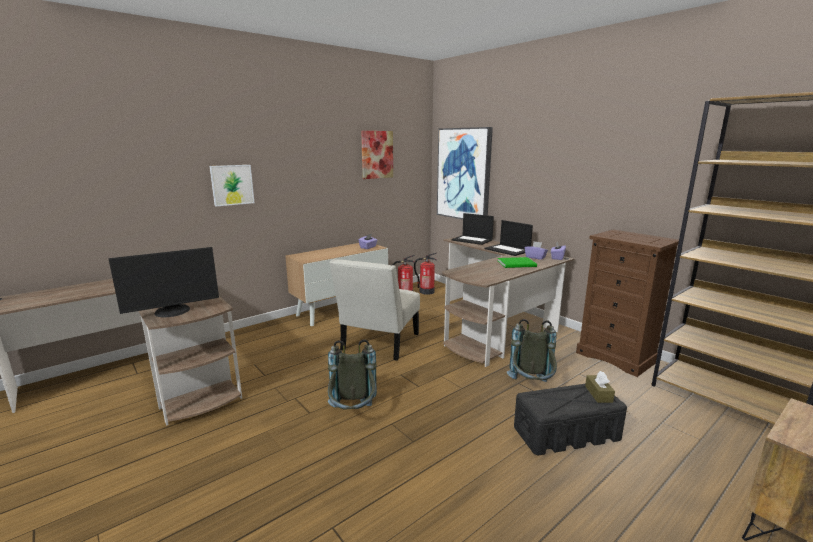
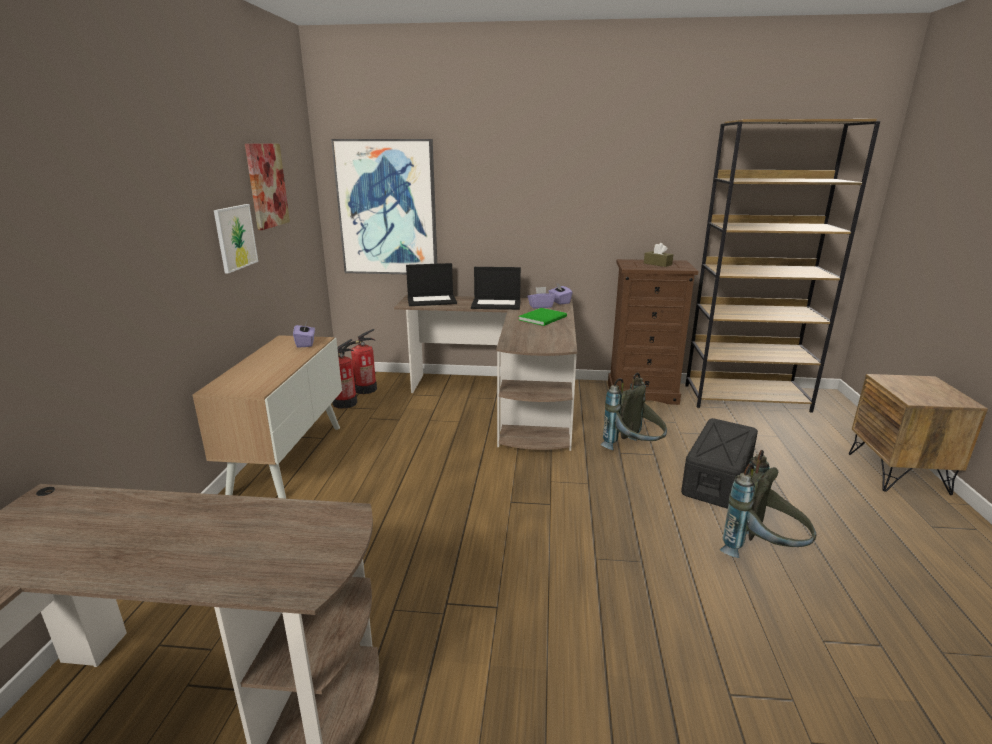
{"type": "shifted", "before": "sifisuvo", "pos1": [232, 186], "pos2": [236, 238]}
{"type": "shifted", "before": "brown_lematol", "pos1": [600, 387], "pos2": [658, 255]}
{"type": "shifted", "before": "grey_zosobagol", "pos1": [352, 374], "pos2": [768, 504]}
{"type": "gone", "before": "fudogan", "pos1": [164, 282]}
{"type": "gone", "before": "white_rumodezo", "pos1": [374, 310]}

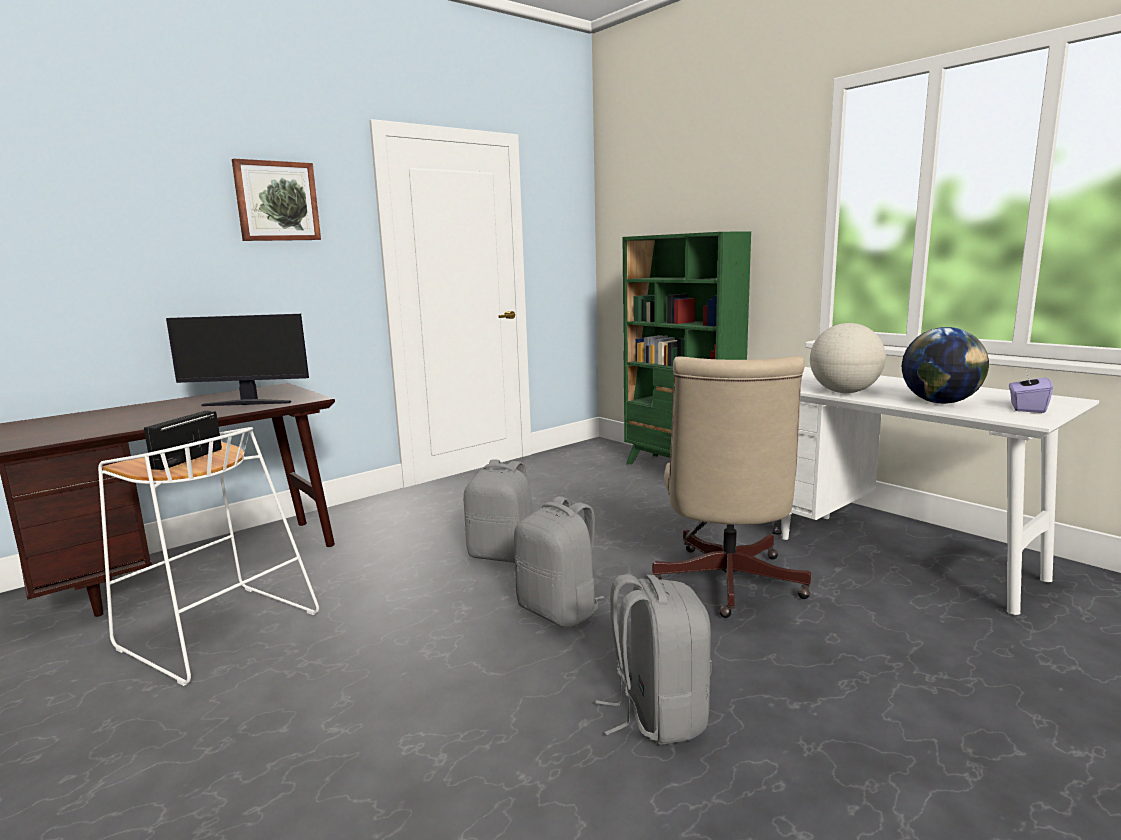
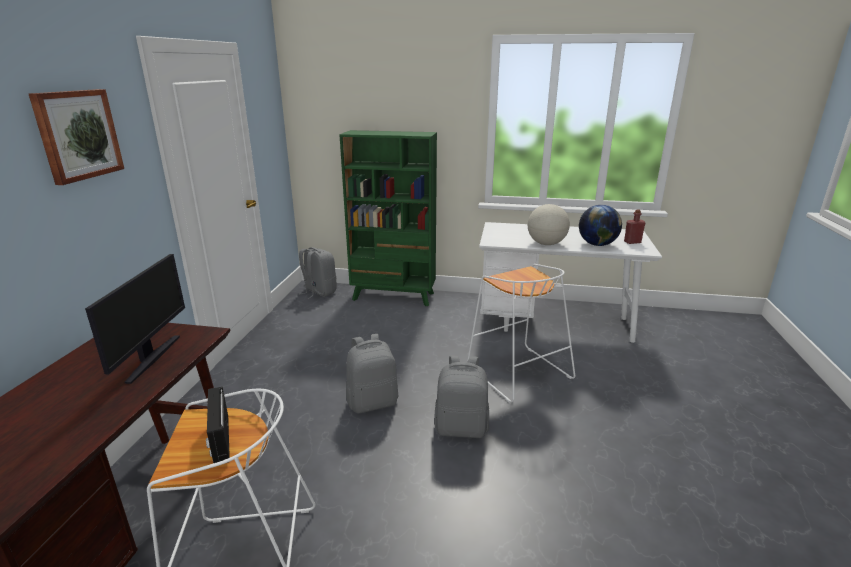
{"type": "rotated", "before": "fudogan", "pos1": [237, 360], "pos2": [135, 319], "turn": -45}
{"type": "shifted", "before": "grey_zosobagol", "pos1": [654, 659], "pos2": [318, 273]}
{"type": "swapped", "before": "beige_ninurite", "after": "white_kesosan", "pos1": [731, 487], "pos2": [521, 333]}
{"type": "swapped", "before": "purple_lematol", "after": "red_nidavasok", "pos1": [1031, 391], "pos2": [634, 227]}

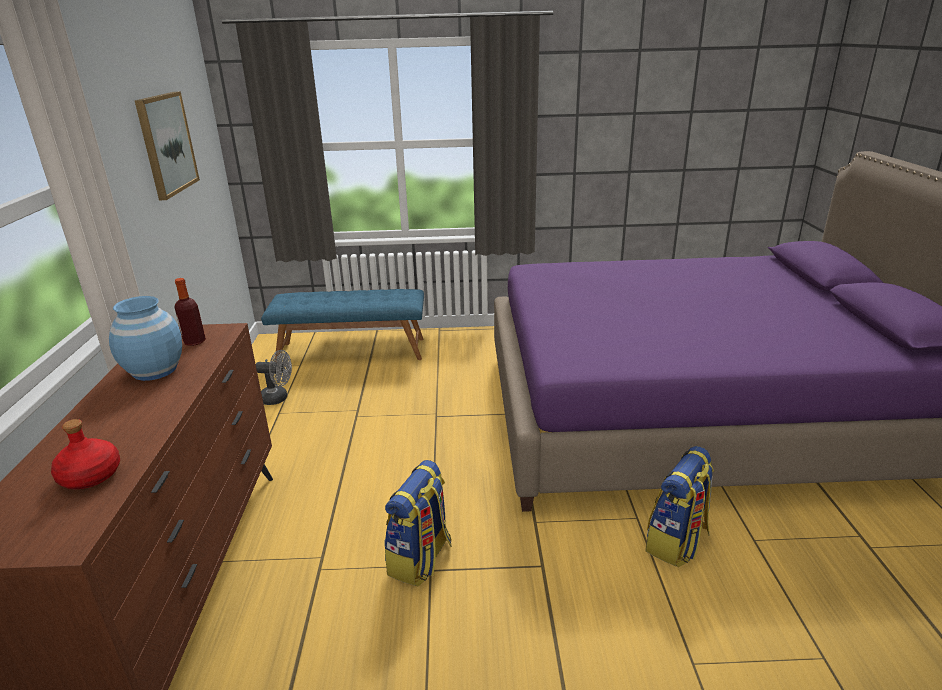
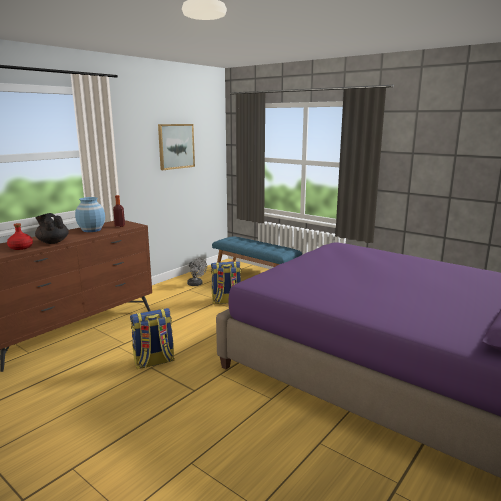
{"type": "new", "after": "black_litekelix", "pos2": [52, 228]}
{"type": "shifted", "before": "zosobagol", "pos1": [679, 506], "pos2": [226, 282]}

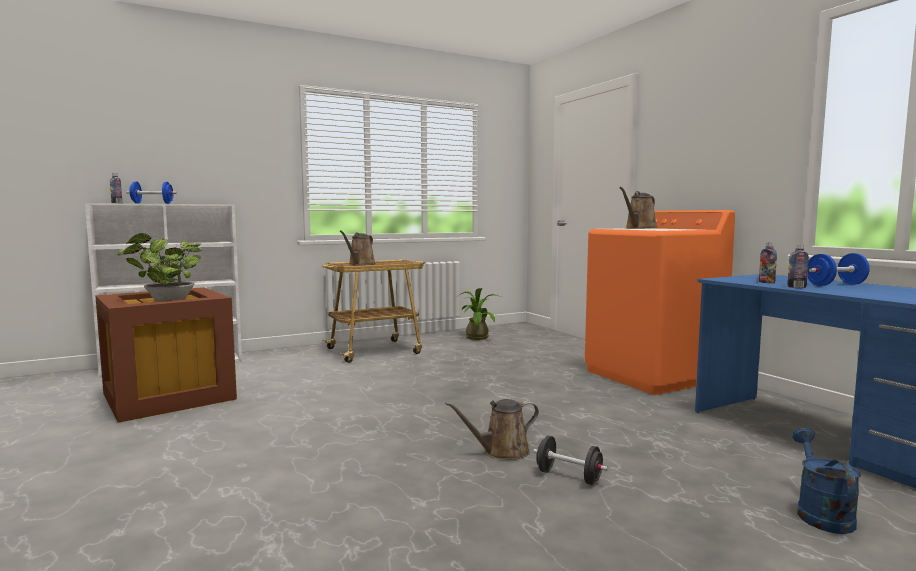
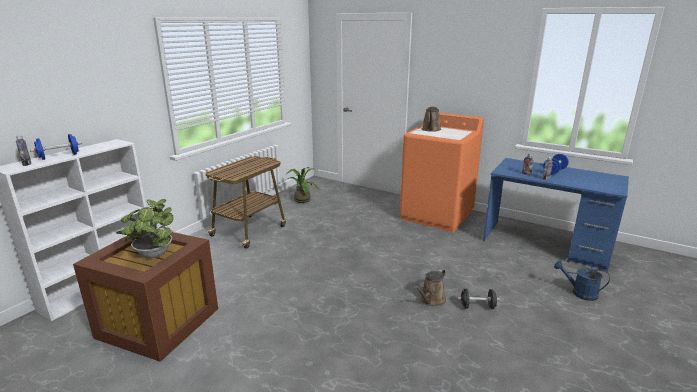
{"type": "rotated", "before": "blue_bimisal", "pos1": [826, 481], "pos2": [582, 281], "turn": -45}
{"type": "gone", "before": "brown_bimisal", "pos1": [358, 248]}

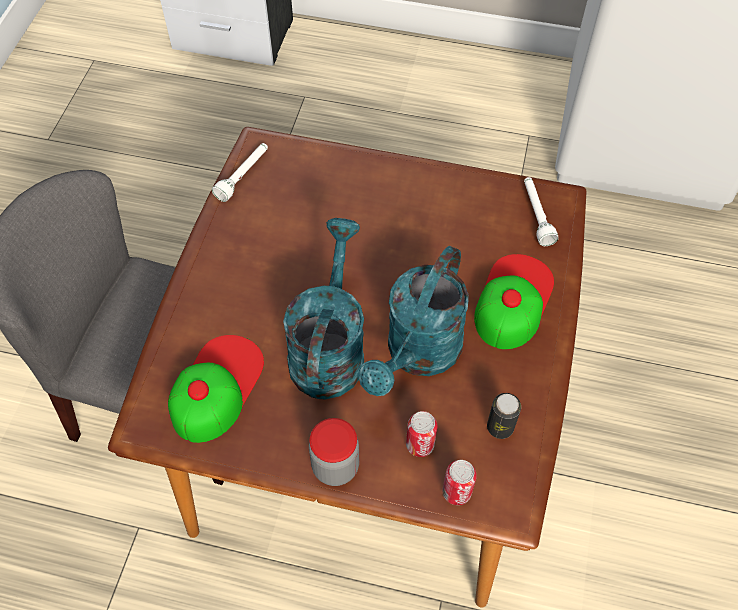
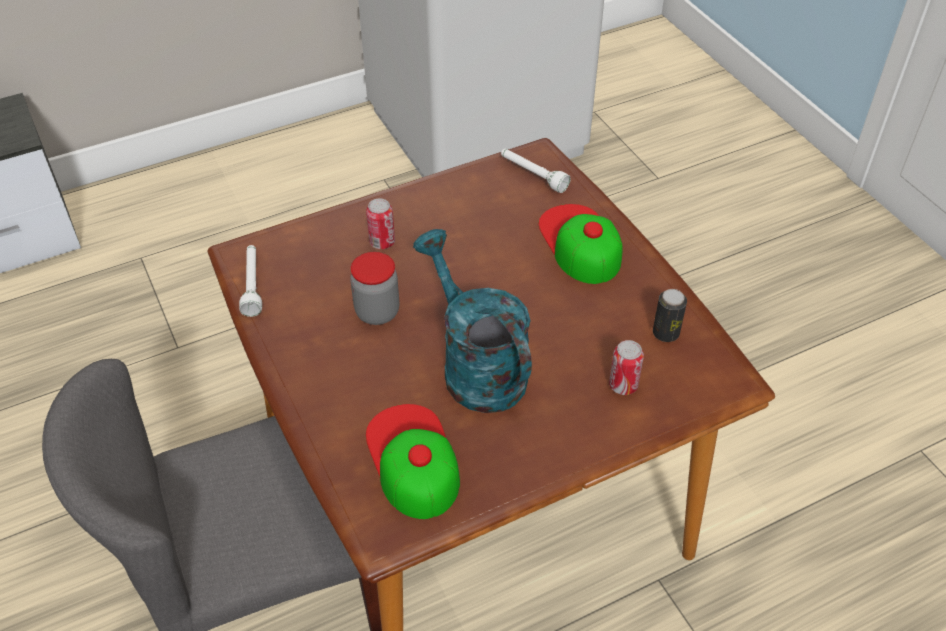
{"type": "shifted", "before": "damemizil", "pos1": [334, 452], "pos2": [375, 288]}
{"type": "shifted", "before": "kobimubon", "pos1": [459, 482], "pos2": [380, 223]}
{"type": "gone", "before": "turquoise_bimisal", "pos1": [414, 321]}

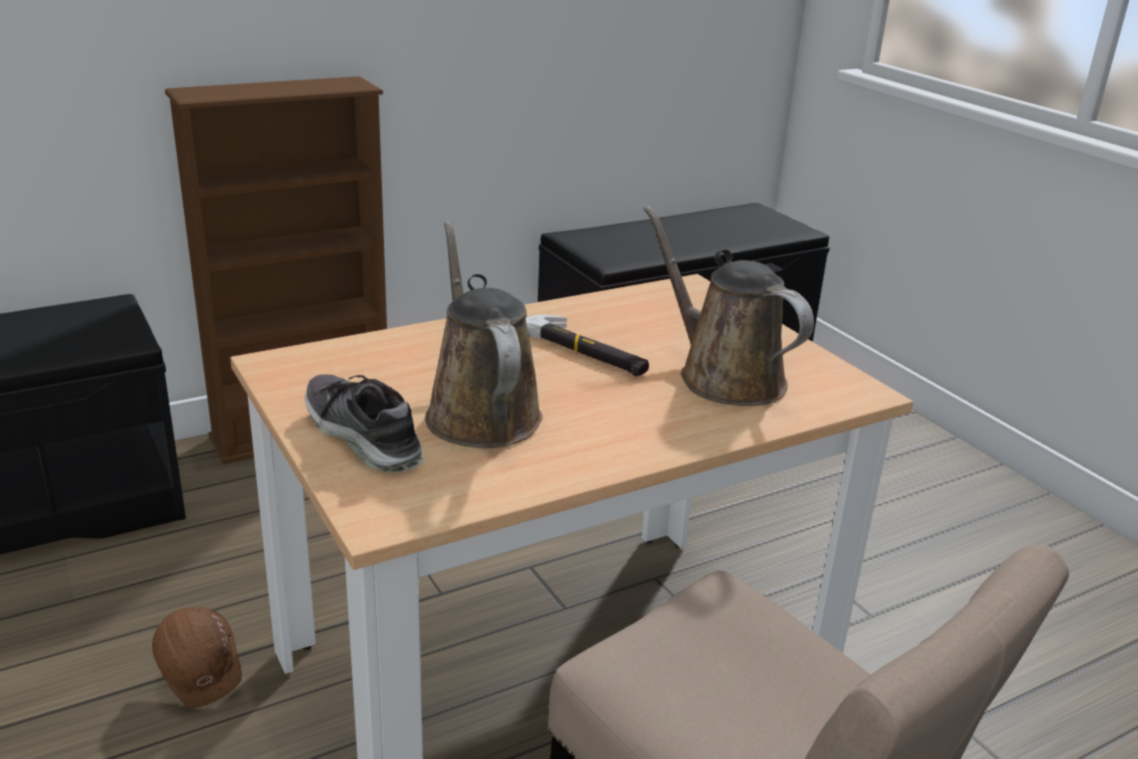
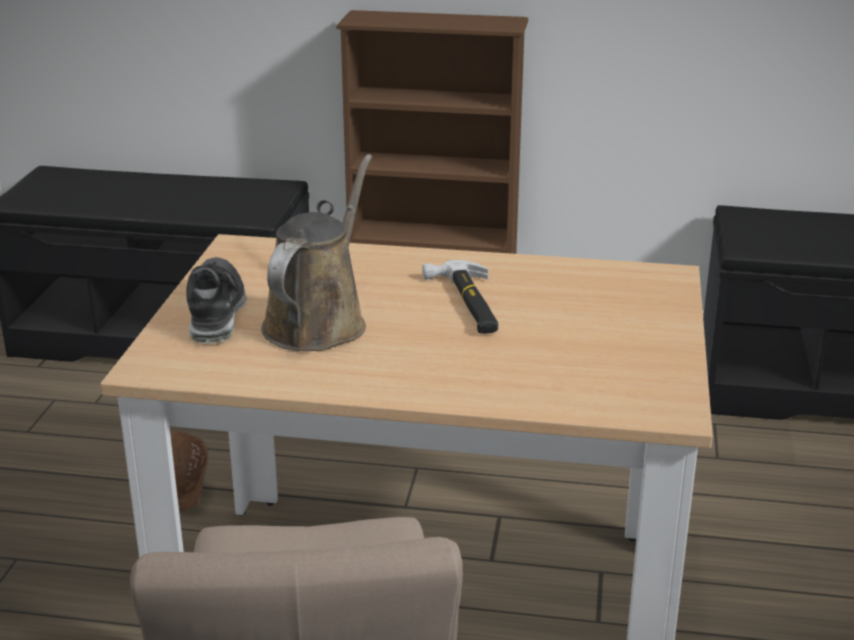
{"type": "gone", "before": "brown_bimisal", "pos1": [729, 306]}

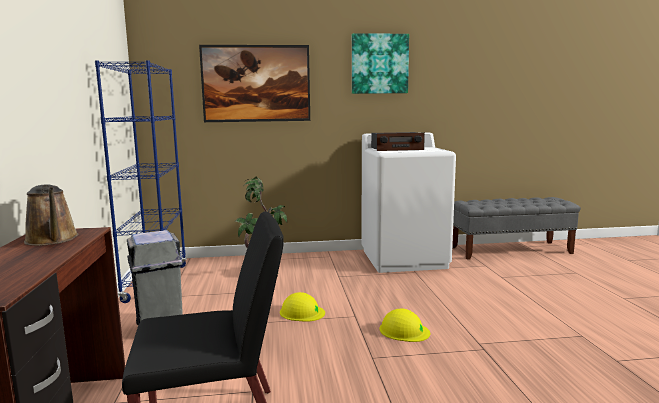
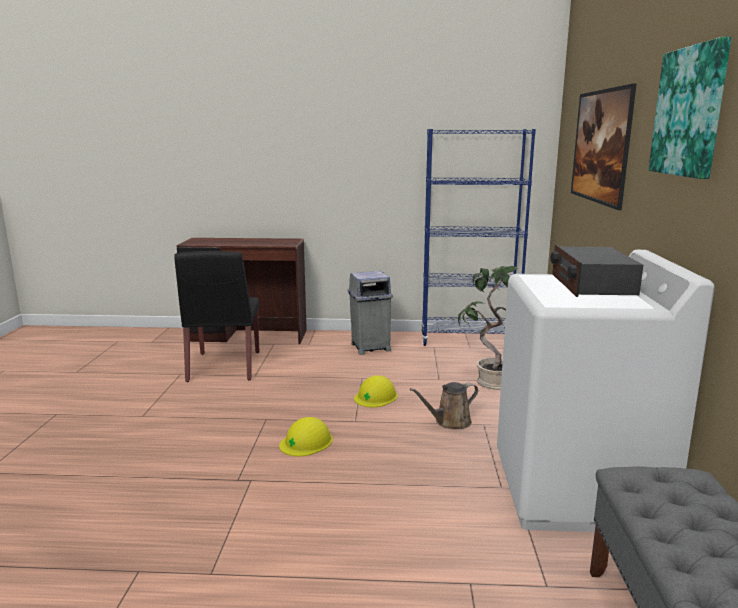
{"type": "shifted", "before": "brown_bimisal", "pos1": [51, 215], "pos2": [444, 405]}

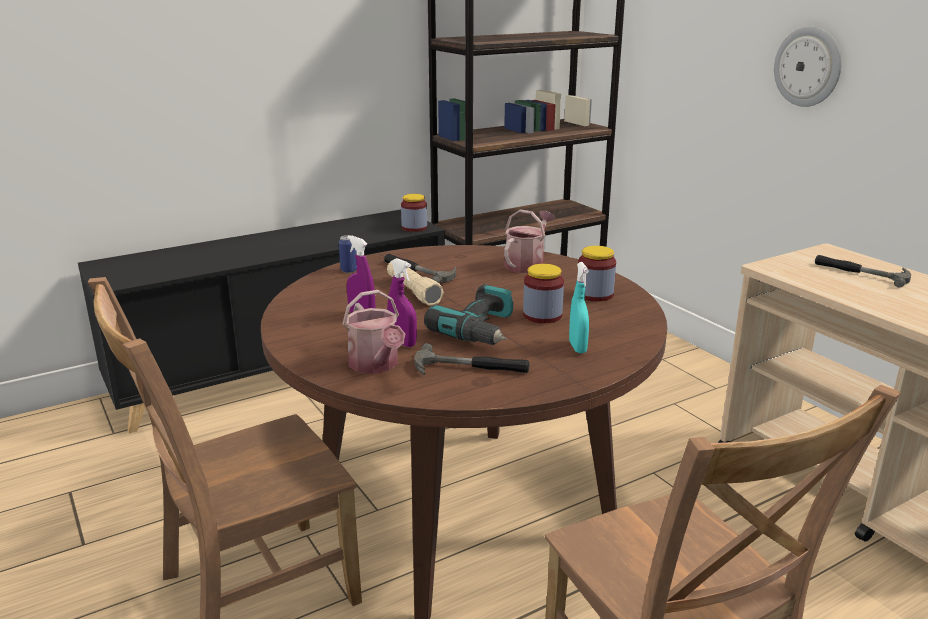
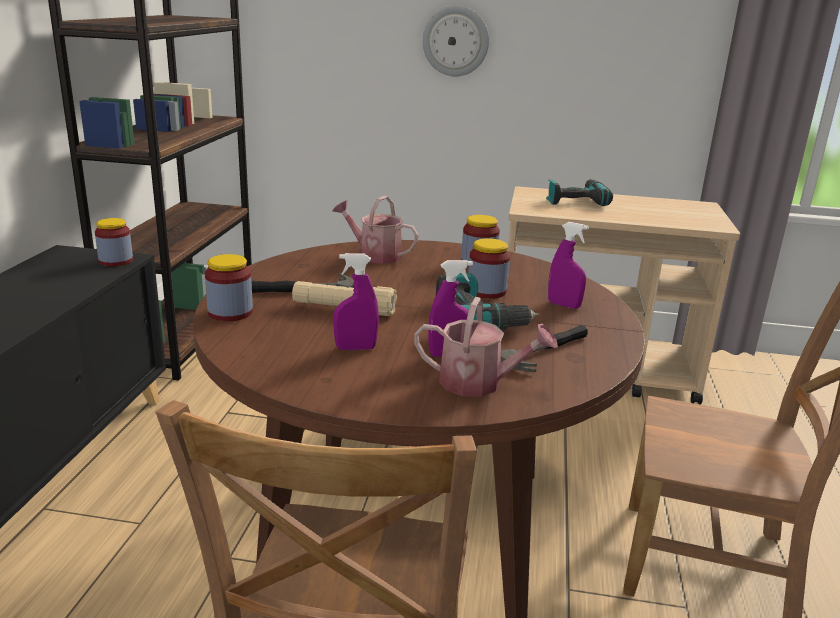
{"type": "swapped", "before": "kobimubon", "after": "damemizil", "pos1": [348, 254], "pos2": [229, 287]}
{"type": "rotated", "before": "bimisal", "pos1": [529, 241], "pos2": [376, 230], "turn": -45}
{"type": "swapped", "before": "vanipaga", "after": "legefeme", "pos1": [863, 271], "pos2": [579, 192]}
{"type": "repainted", "before": "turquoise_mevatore", "after": "purple_mevatore", "pos1": [579, 307], "pos2": [568, 265]}

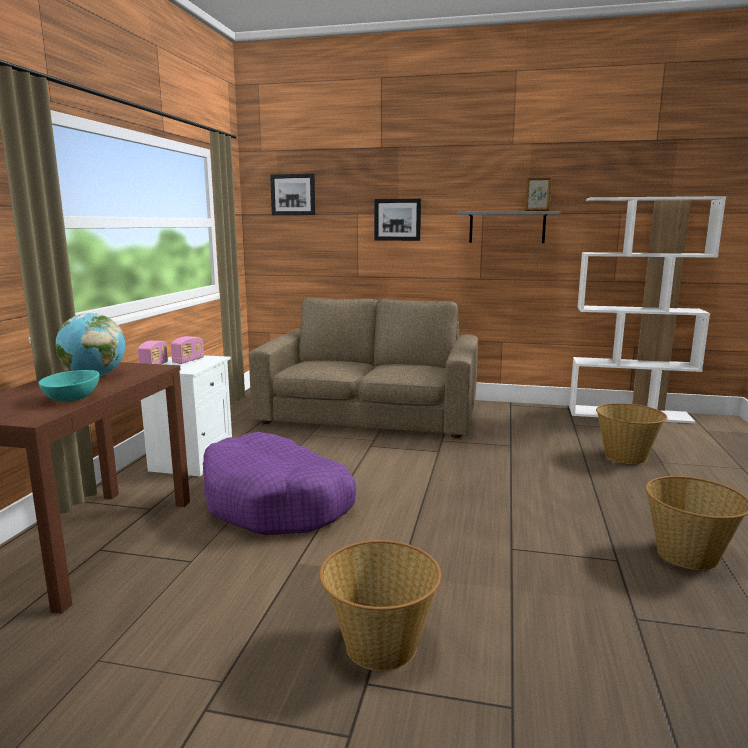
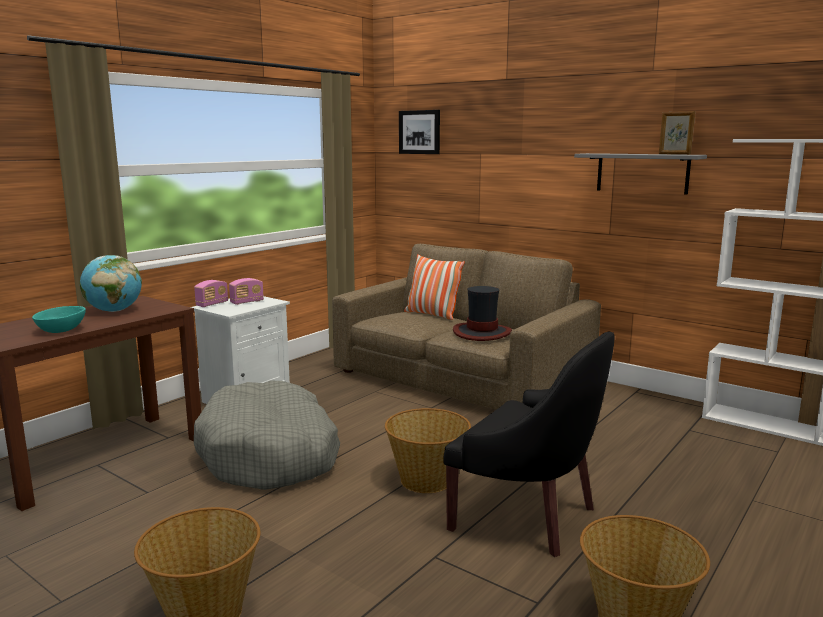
{"type": "repainted", "before": "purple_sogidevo", "after": "grey_sogidevo", "pos1": [279, 483], "pos2": [267, 435]}
{"type": "shifted", "before": "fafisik", "pos1": [632, 433], "pos2": [428, 450]}
{"type": "new", "after": "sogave", "pos2": [434, 287]}
{"type": "new", "after": "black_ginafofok", "pos2": [529, 444]}
{"type": "new", "after": "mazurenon", "pos2": [482, 313]}
{"type": "gone", "before": "sifisuvo", "pos1": [397, 220]}

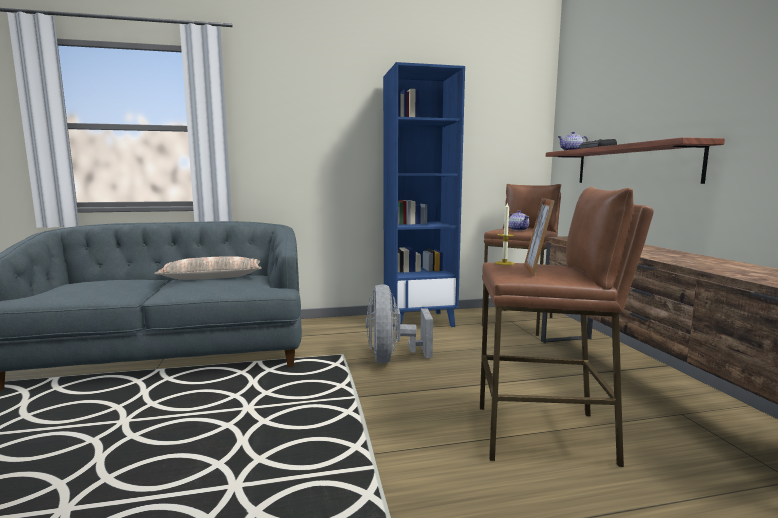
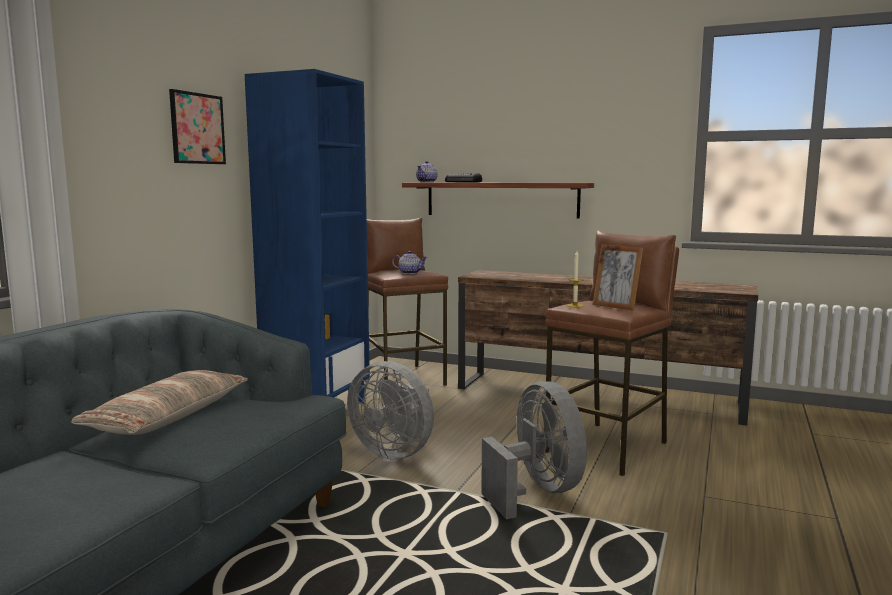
{"type": "new", "after": "sifisuvo", "pos2": [197, 126]}
{"type": "new", "after": "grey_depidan", "pos2": [534, 450]}

